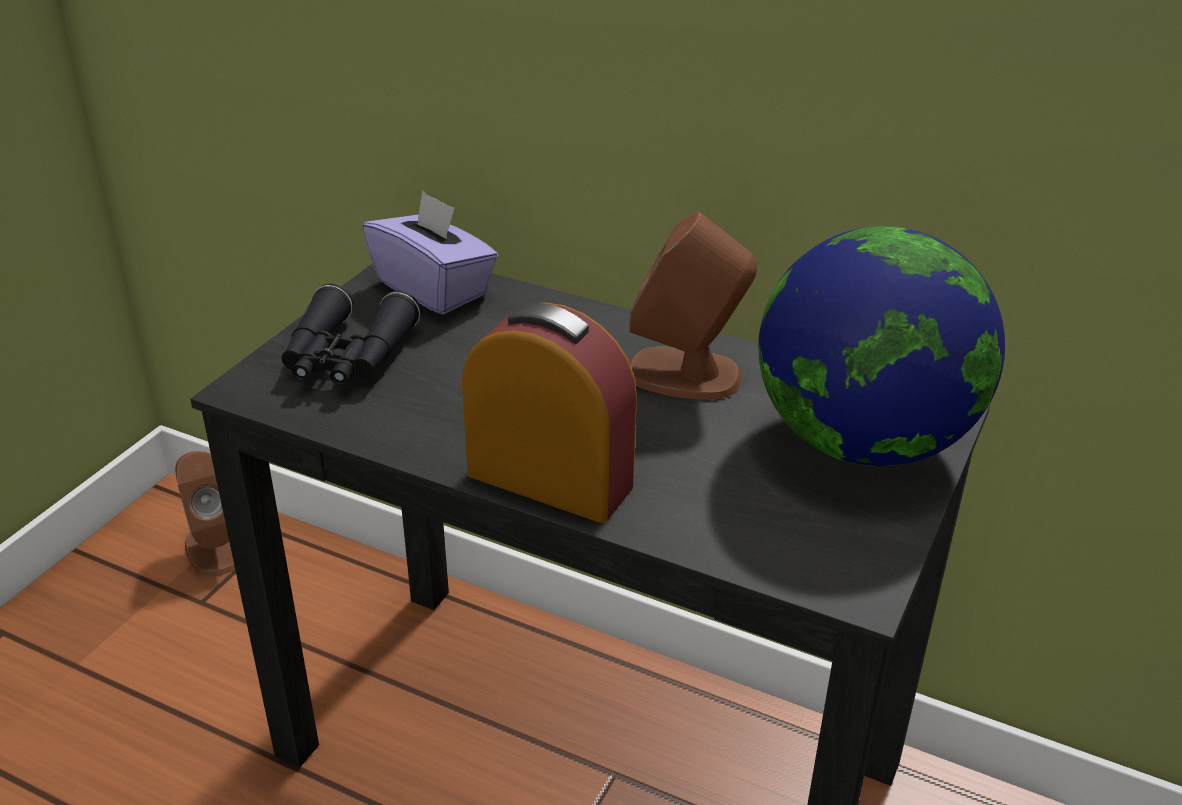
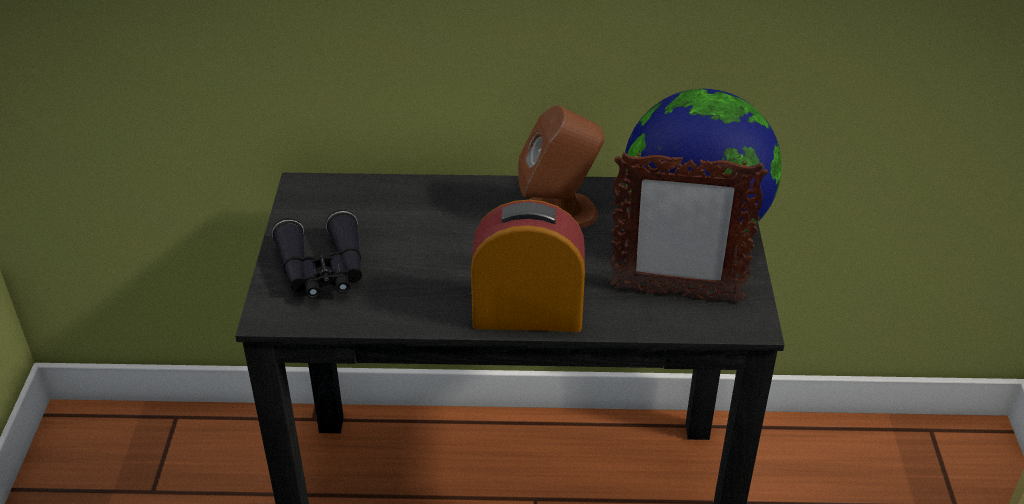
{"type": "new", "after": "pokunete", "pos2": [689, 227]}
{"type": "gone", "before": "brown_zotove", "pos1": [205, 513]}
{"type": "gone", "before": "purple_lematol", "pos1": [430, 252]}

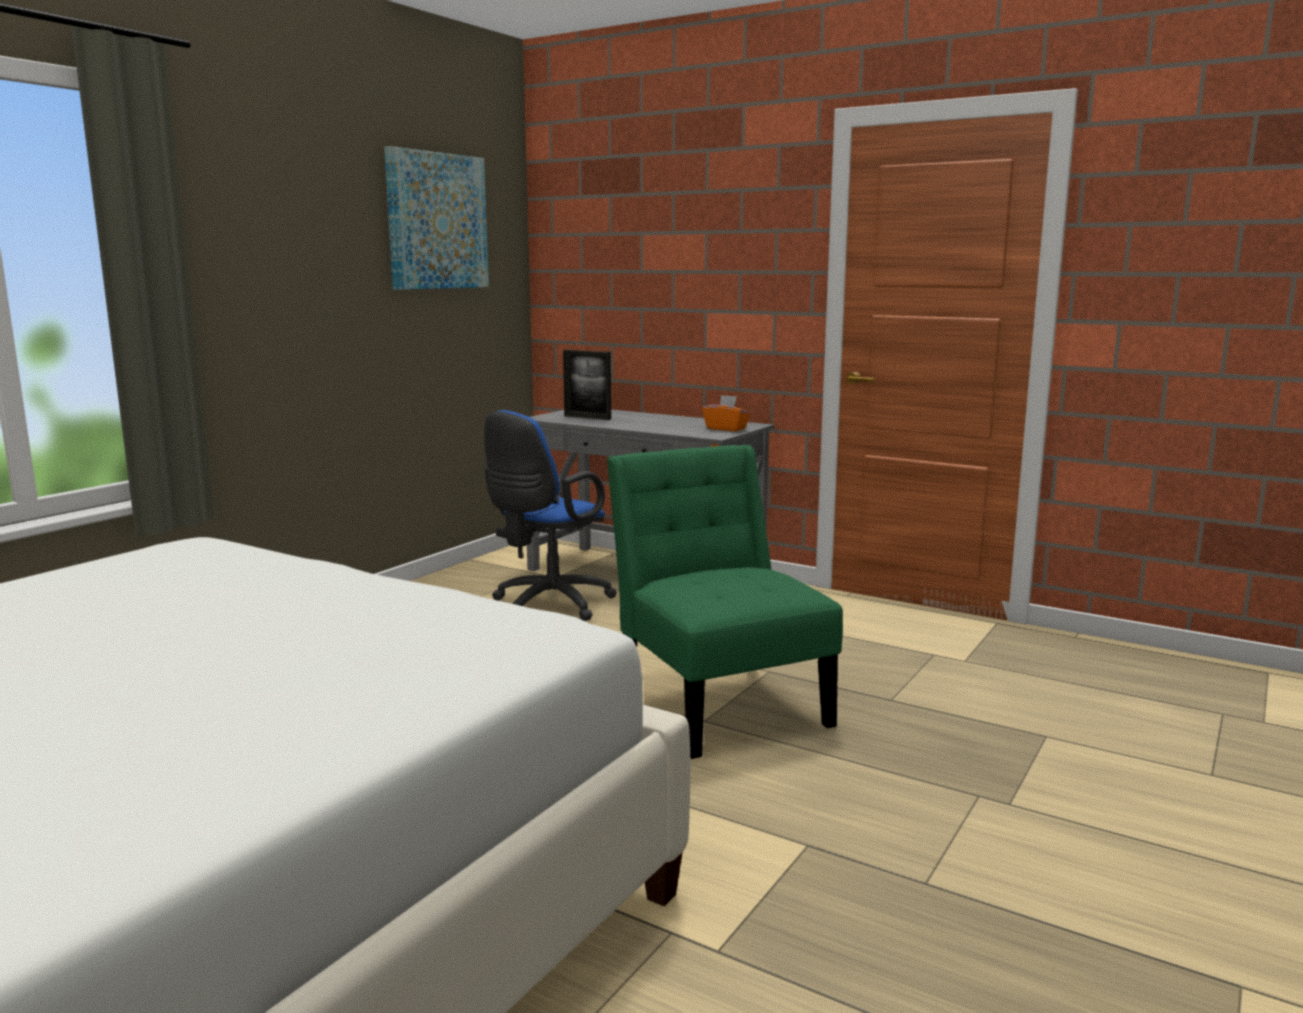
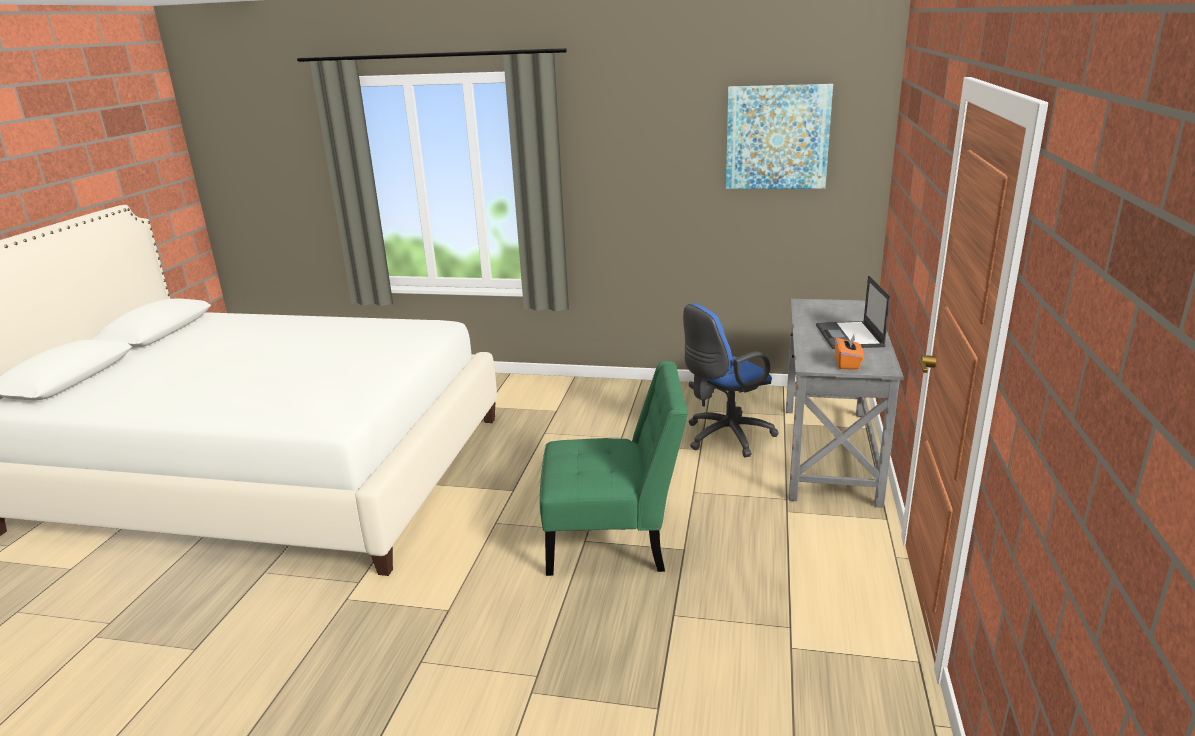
{"type": "rotated", "before": "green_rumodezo", "pos1": [725, 602], "pos2": [614, 468], "turn": 45}
{"type": "rotated", "before": "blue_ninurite", "pos1": [550, 515], "pos2": [731, 380], "turn": -45}
{"type": "new", "after": "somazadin", "pos2": [853, 312]}
{"type": "gone", "before": "pokunete", "pos1": [587, 385]}

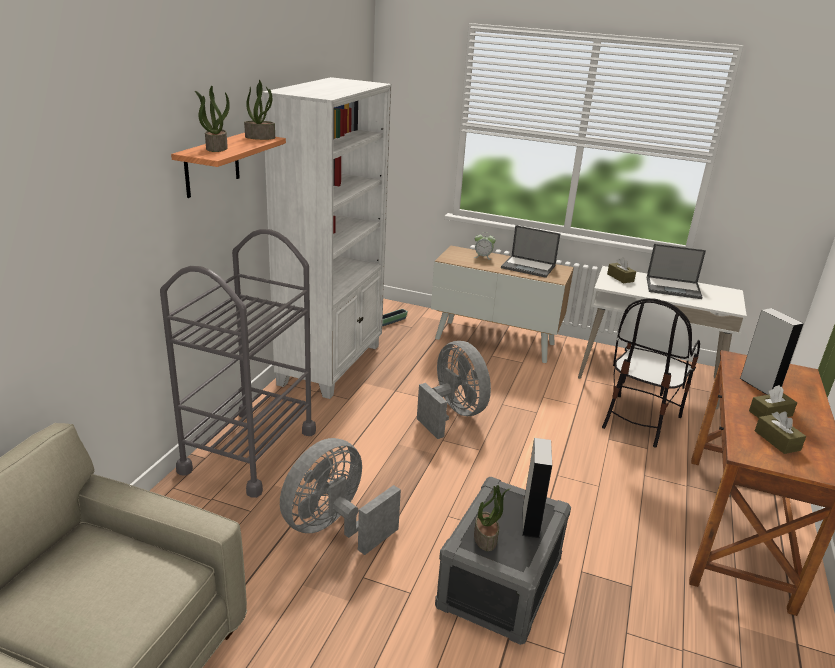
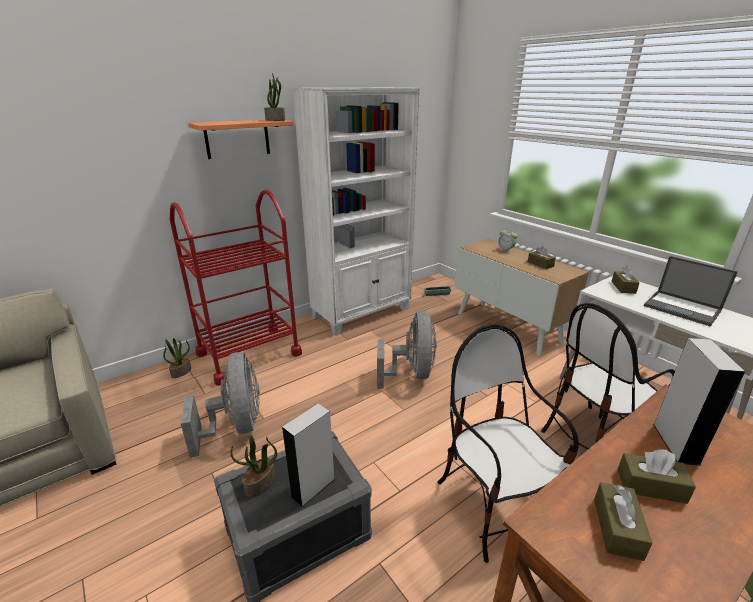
{"type": "shifted", "before": "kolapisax", "pos1": [212, 119], "pos2": [177, 358]}
{"type": "repainted", "before": "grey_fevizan", "after": "red_fevizan", "pos1": [238, 363], "pos2": [236, 288]}
{"type": "rotated", "before": "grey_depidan", "pos1": [340, 496], "pos2": [220, 405], "turn": 90}
{"type": "new", "after": "rumodezo", "pos2": [508, 443]}
{"type": "swapped", "before": "somazadin", "after": "brown_lematol", "pos1": [530, 251], "pos2": [542, 257]}

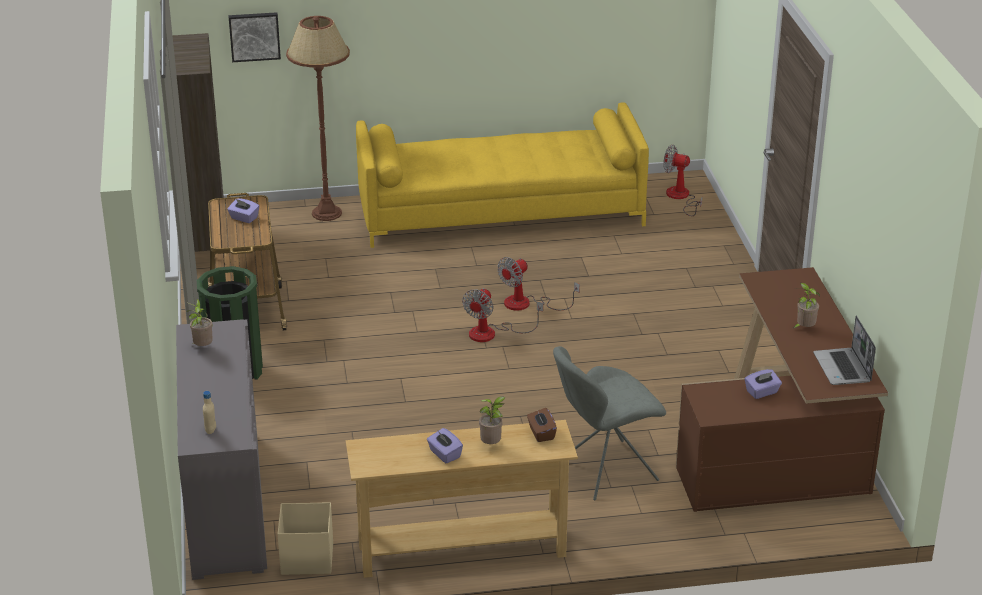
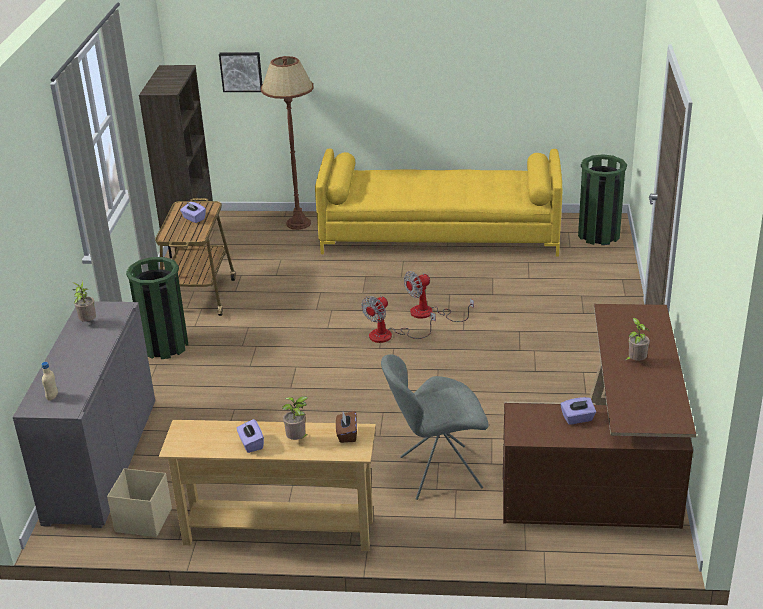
{"type": "swapped", "before": "depidan", "after": "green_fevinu", "pos1": [682, 180], "pos2": [602, 199]}
{"type": "gone", "before": "somazadin", "pos1": [844, 350]}

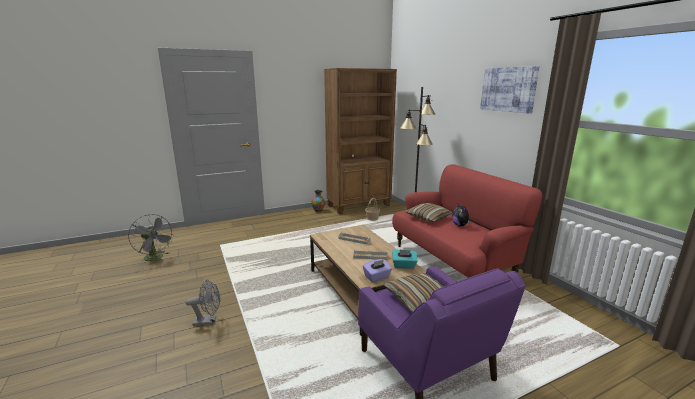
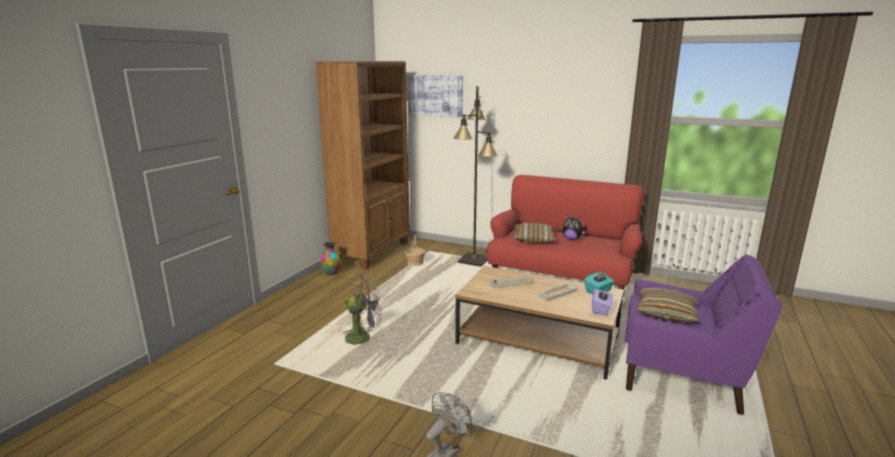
{"type": "shifted", "before": "grey_depidan", "pos1": [151, 239], "pos2": [362, 312]}
{"type": "shifted", "before": "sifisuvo", "pos1": [510, 90], "pos2": [435, 96]}

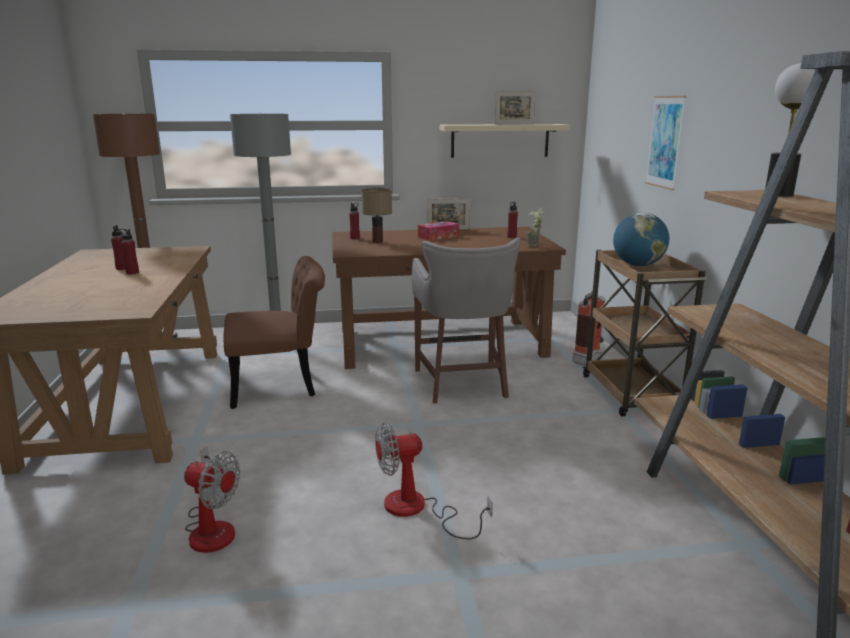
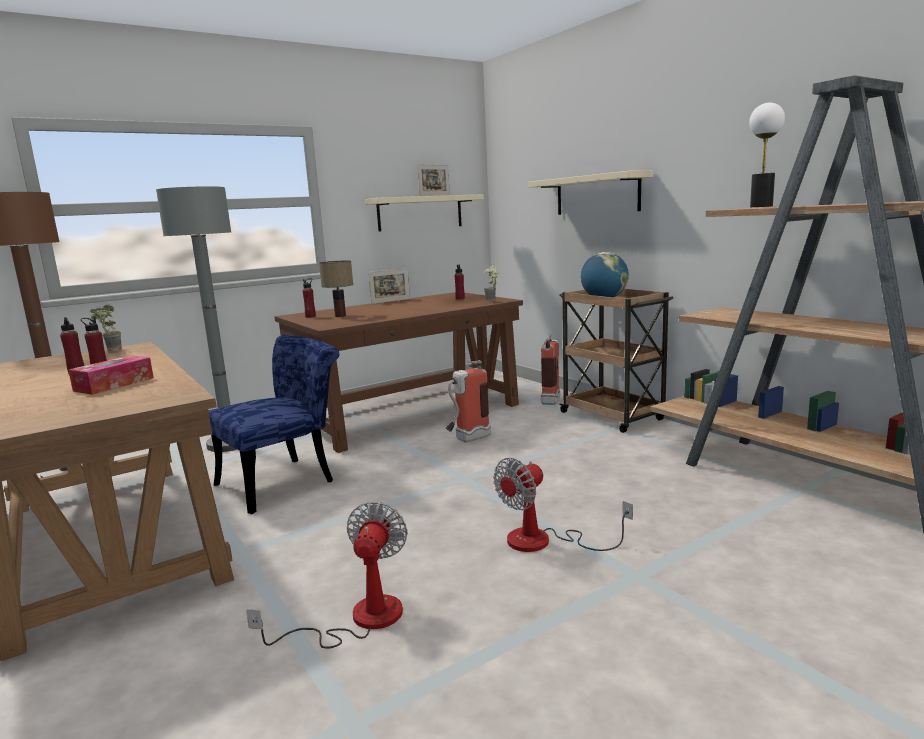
{"type": "shifted", "before": "lematol", "pos1": [438, 231], "pos2": [111, 375]}
{"type": "new", "after": "kolapisax", "pos2": [106, 328]}
{"type": "repainted", "before": "brown_rumodezo", "after": "blue_rumodezo", "pos1": [274, 332], "pos2": [274, 424]}
{"type": "rotated", "before": "depidan", "pos1": [212, 499], "pos2": [327, 575], "turn": -75}
{"type": "swapped", "before": "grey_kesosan", "after": "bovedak", "pos1": [466, 320], "pos2": [468, 401]}
{"type": "swapped", "before": "sifisuvo", "after": "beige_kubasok", "pos1": [665, 143], "pos2": [590, 192]}

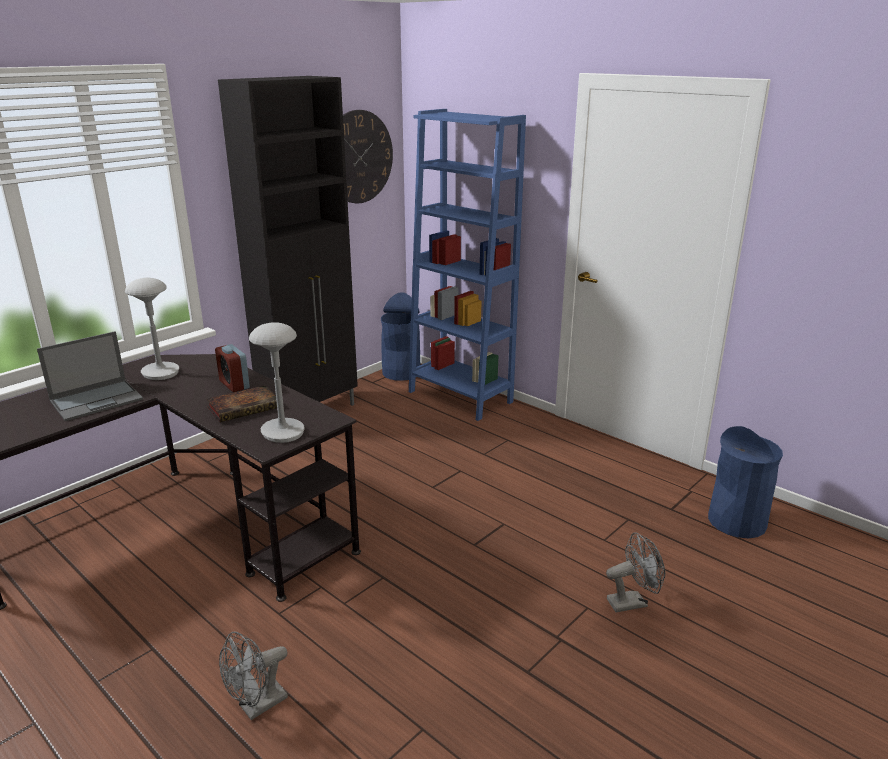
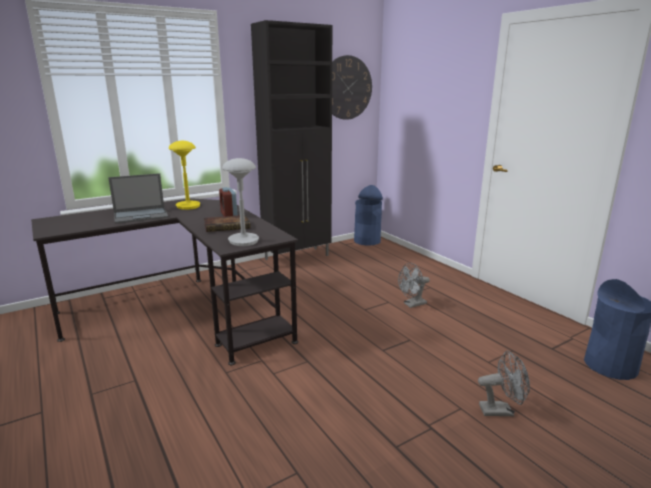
{"type": "repainted", "before": "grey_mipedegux", "after": "yellow_mipedegux", "pos1": [152, 329], "pos2": [185, 175]}
{"type": "shifted", "before": "grey_depidan", "pos1": [253, 676], "pos2": [414, 285]}
{"type": "gone", "before": "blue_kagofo", "pos1": [467, 265]}

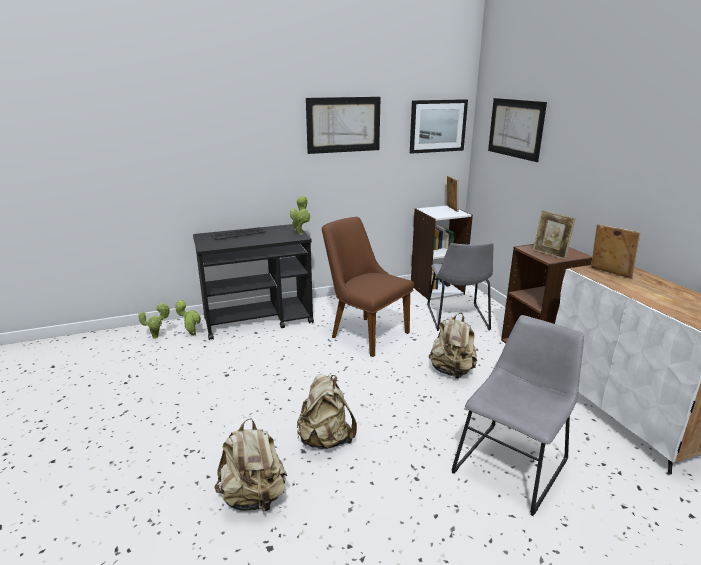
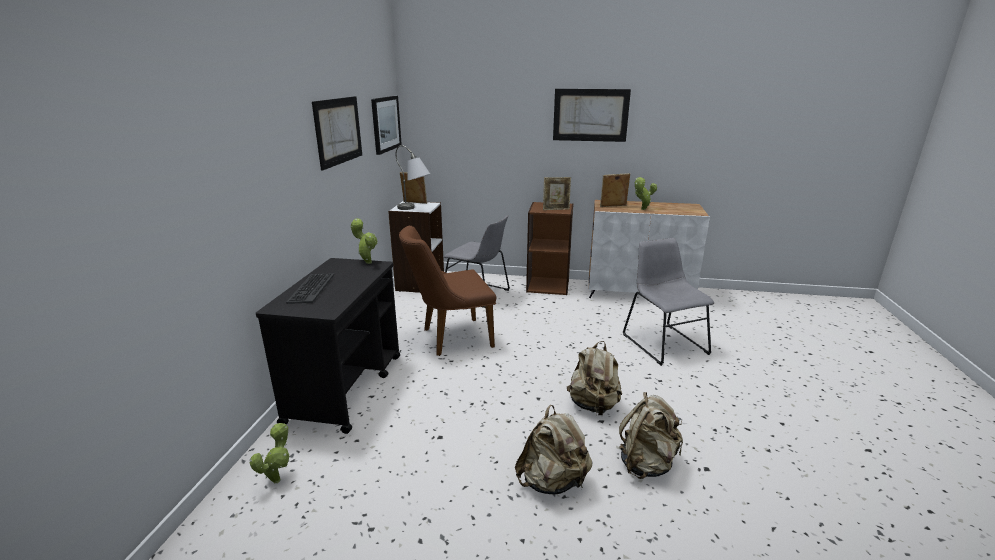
{"type": "new", "after": "grey_mipedegux", "pos2": [413, 177]}
{"type": "shifted", "before": "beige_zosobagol", "pos1": [453, 346], "pos2": [553, 449]}
{"type": "shifted", "before": "sifisuvo", "pos1": [517, 130], "pos2": [592, 115]}
{"type": "shifted", "before": "kolapisax", "pos1": [188, 318], "pos2": [646, 193]}

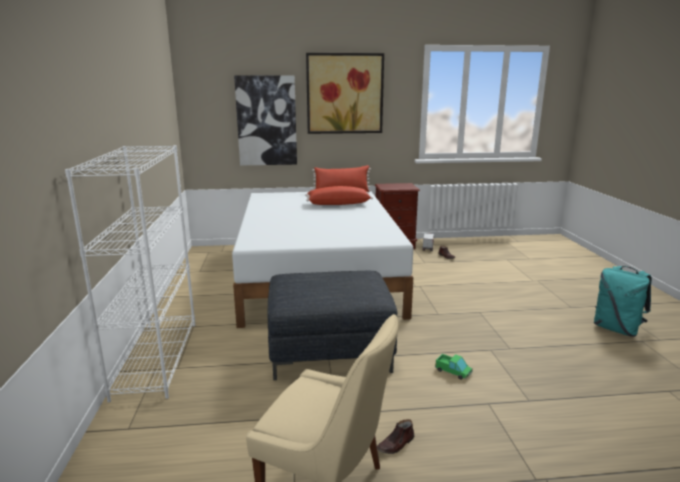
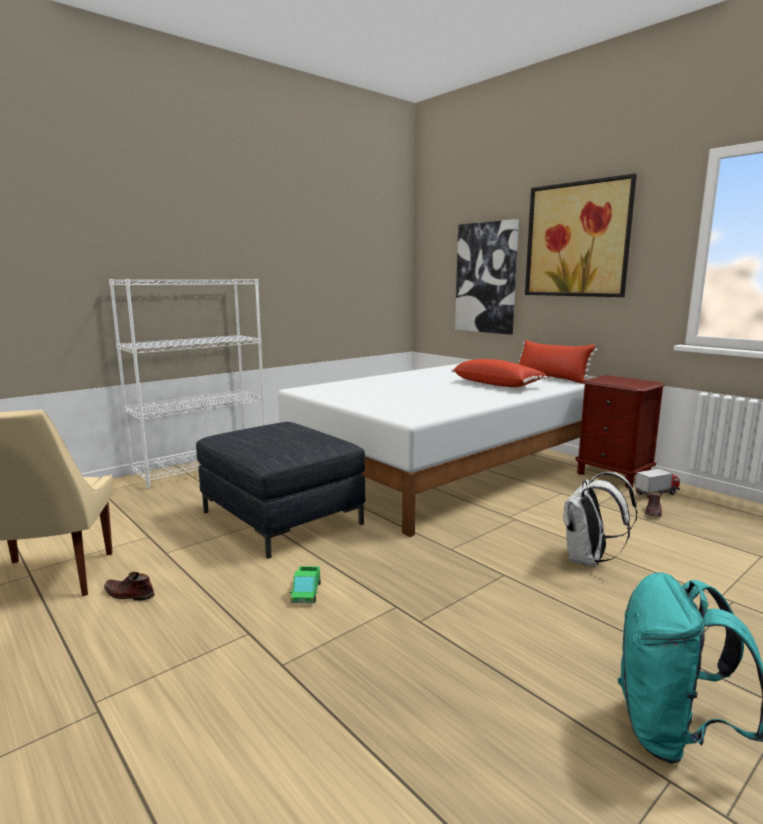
{"type": "new", "after": "white_zosobagol", "pos2": [600, 519]}

